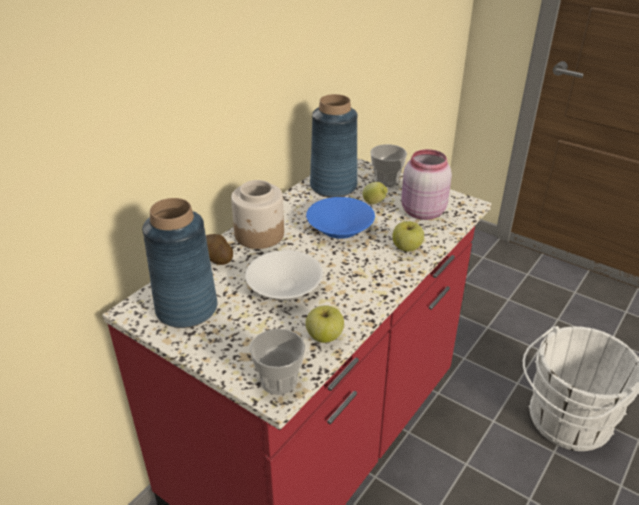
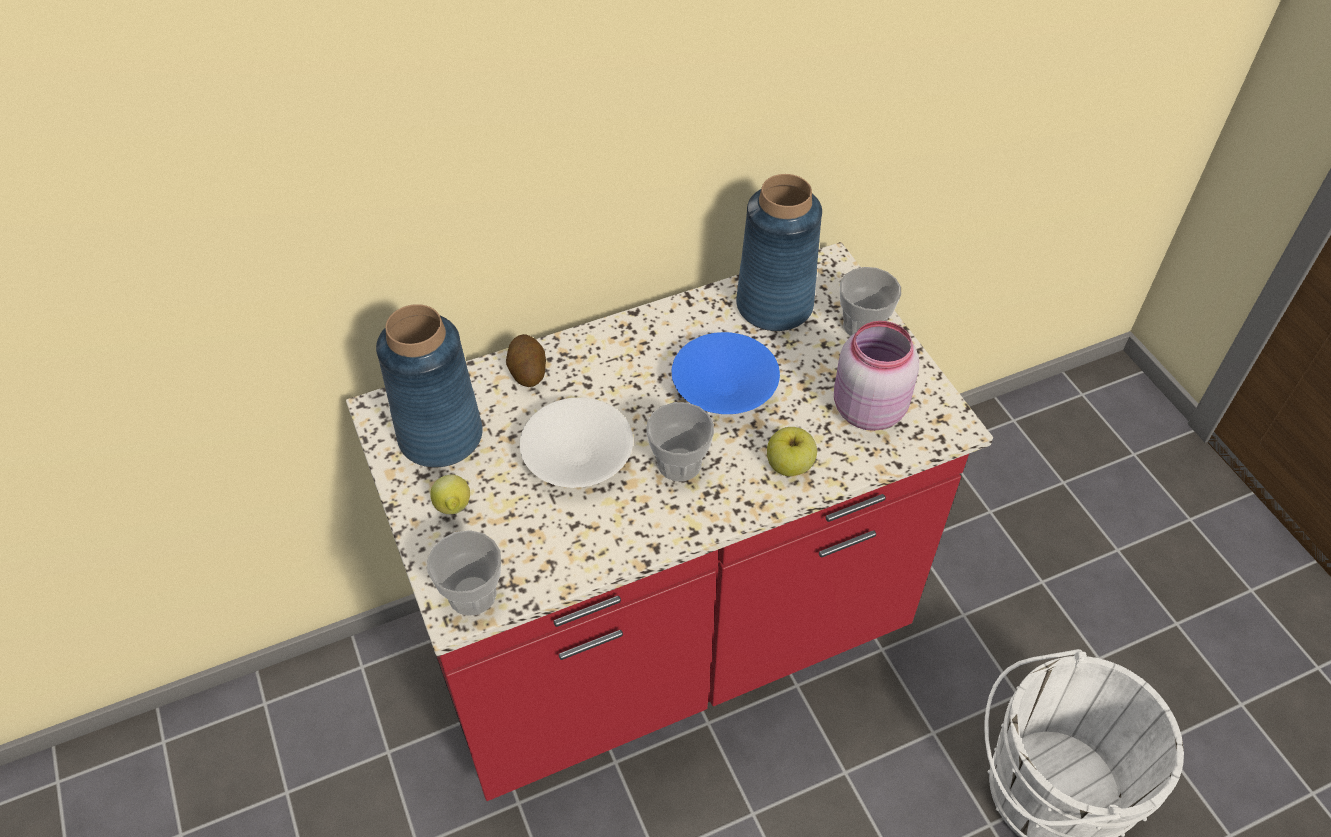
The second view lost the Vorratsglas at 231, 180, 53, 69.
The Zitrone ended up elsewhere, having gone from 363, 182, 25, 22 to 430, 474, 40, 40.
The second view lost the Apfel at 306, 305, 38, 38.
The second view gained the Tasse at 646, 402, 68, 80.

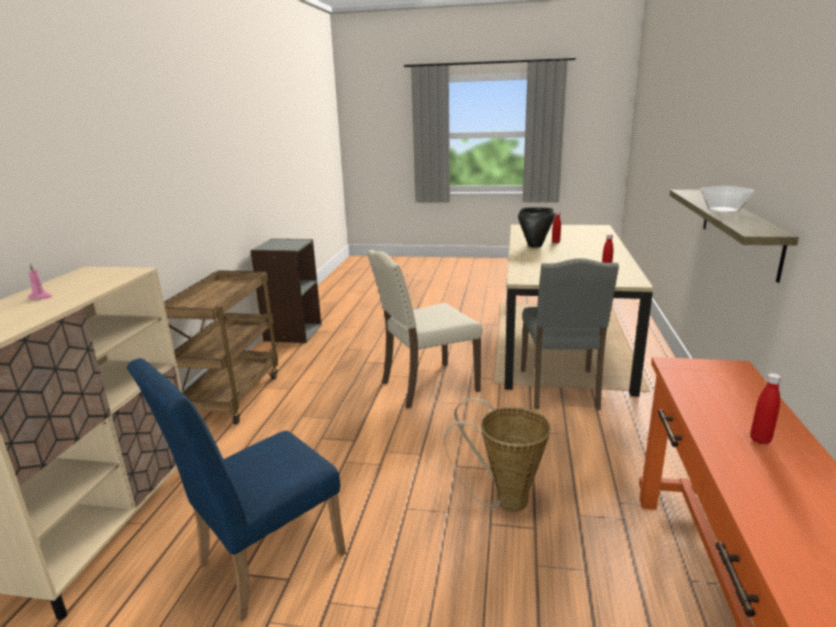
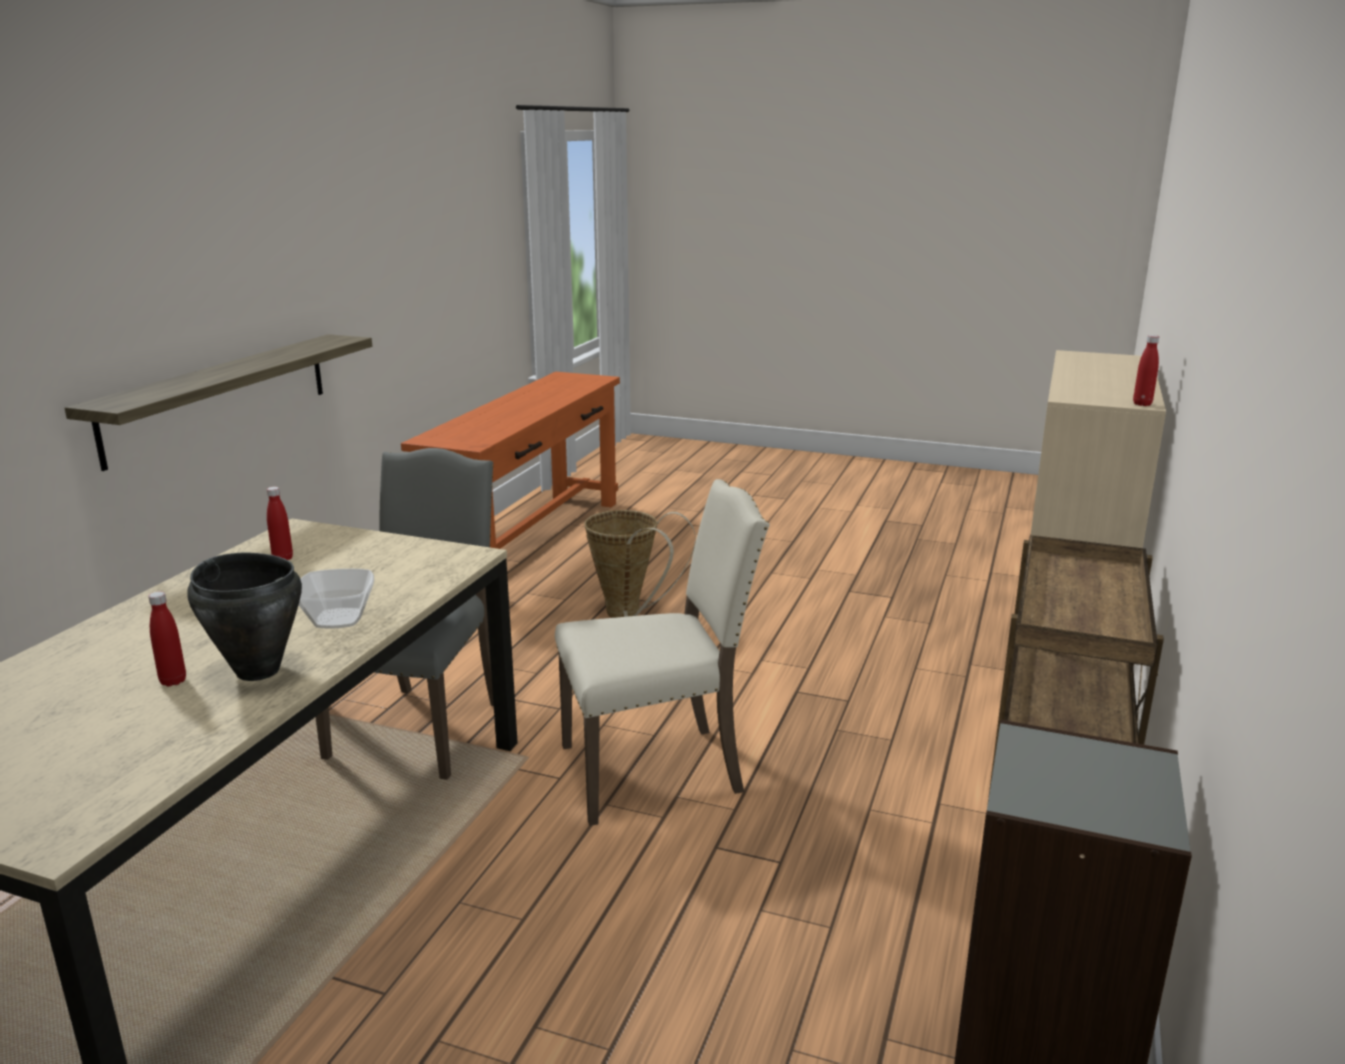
The Schüssel ended up elsewhere, having gone from 700, 186, 55, 27 to 299, 569, 75, 60.
The second view lost the Kerze [rosa] at 28, 263, 25, 37.
The second view lost the Stuhl [blau] at 127, 358, 219, 263.
The Flasche [rot] ended up elsewhere, having gone from 750, 373, 32, 71 to 1133, 335, 26, 71.

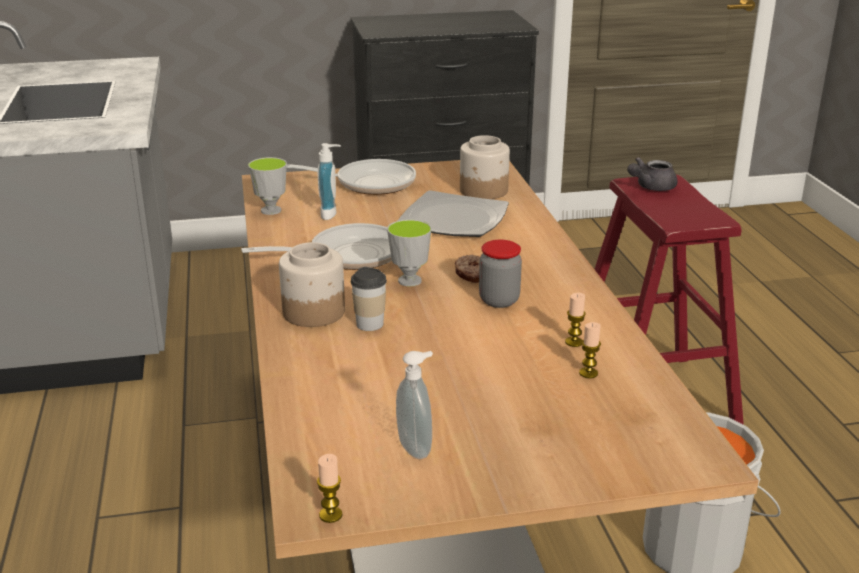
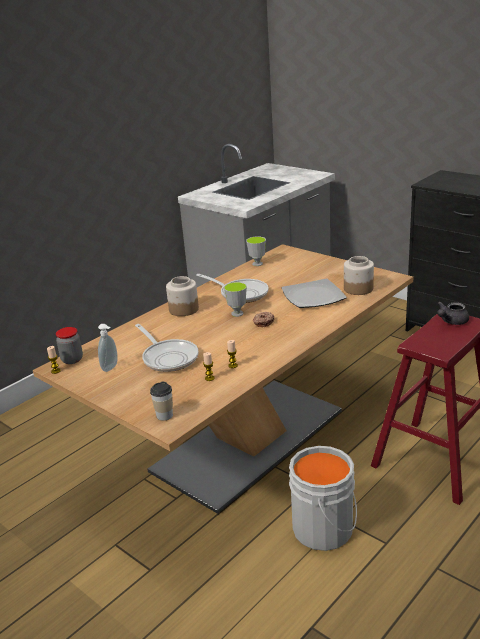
The second view lost the Seifenspender at 318, 143, 23, 77.
The Teekanne [grau] at 627, 157, 50, 34 ended up facing another way, 60 degrees counterclockwise from before.
The Pfanne ended up elsewhere, having gone from 287, 159, 129, 36 to 135, 324, 64, 48.
The Vorratsglas ended up elsewhere, having gone from 479, 240, 43, 68 to 56, 327, 27, 37.
The Tasse ended up elsewhere, having gone from 351, 267, 36, 64 to 150, 382, 23, 39.

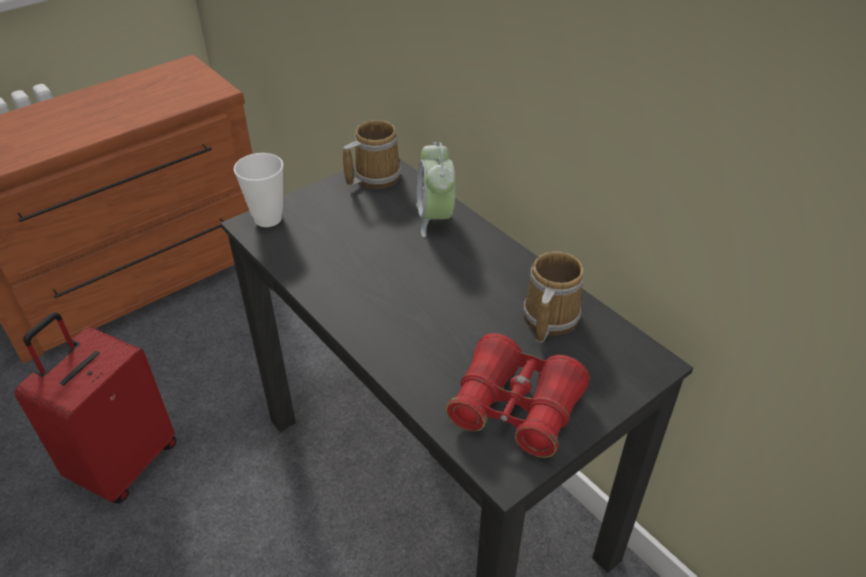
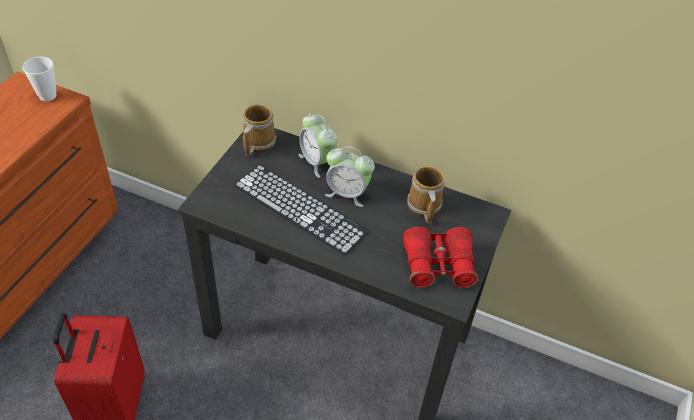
The Tasse ended up elsewhere, having gone from 234, 153, 50, 74 to 23, 57, 33, 44.
The second view gained the Wecker at 325, 146, 50, 61.
The second view gained the Tastatur at 234, 165, 134, 90.

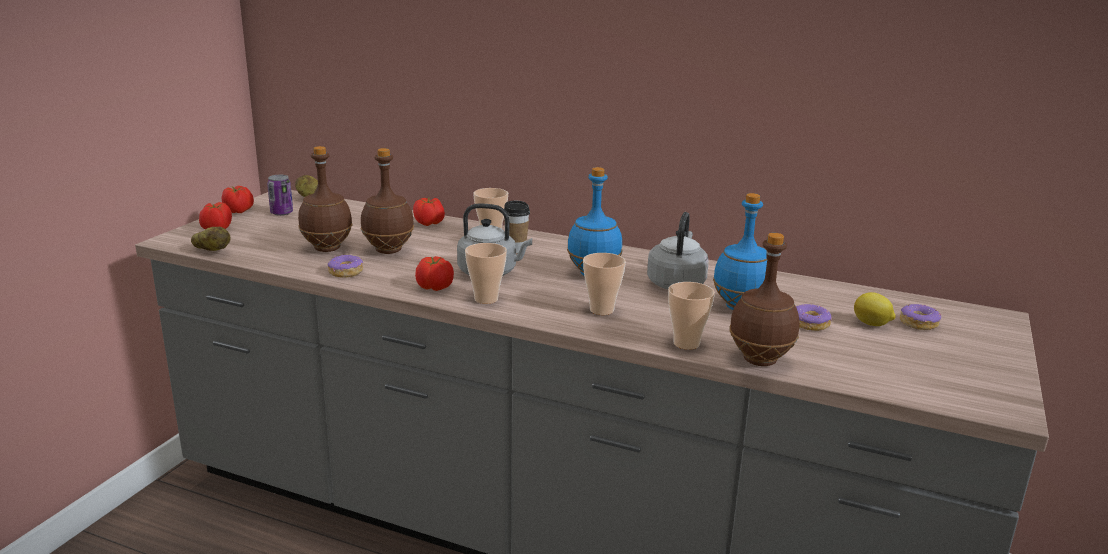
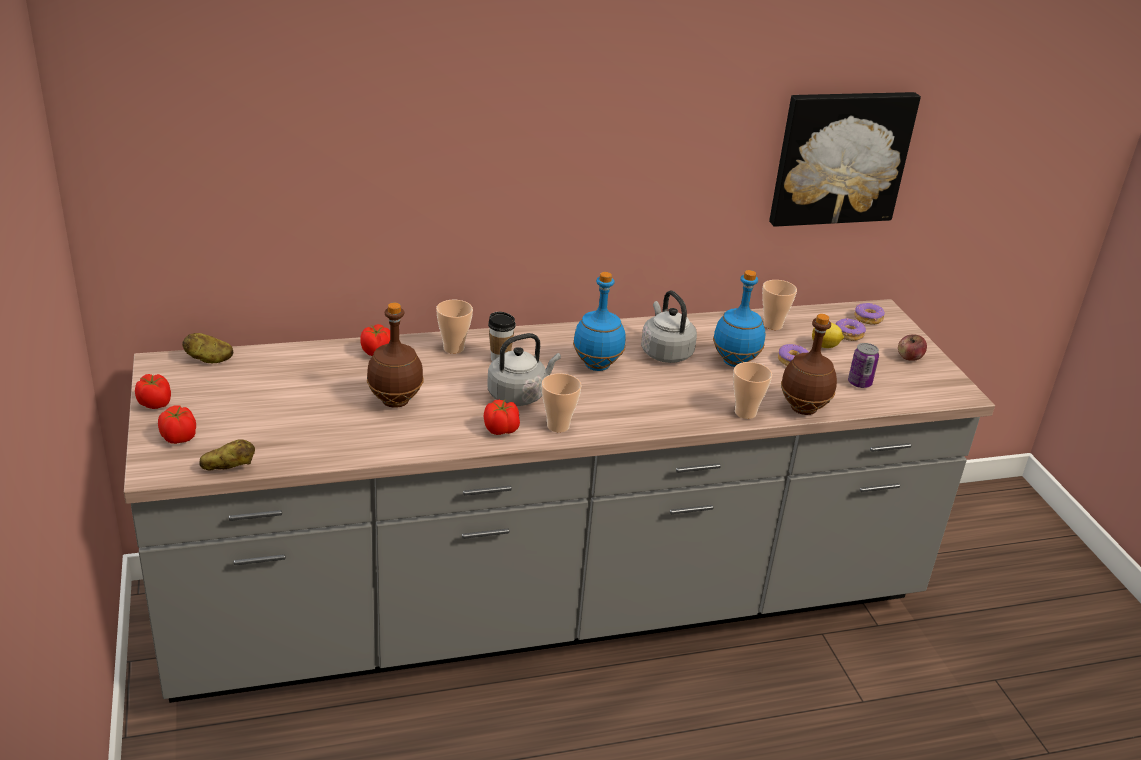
The second view lost the Flasche [braun] at 298, 146, 55, 106.
The Dose ended up elsewhere, having gone from 267, 175, 26, 41 to 848, 343, 31, 45.
The Tasse ended up elsewhere, having gone from 583, 253, 43, 62 to 762, 280, 35, 50.
The Donut ended up elsewhere, having gone from 328, 255, 35, 23 to 854, 303, 31, 22.
The second view gained the Bild at 769, 92, 152, 135.
The second view gained the Apfel at 898, 335, 29, 26.

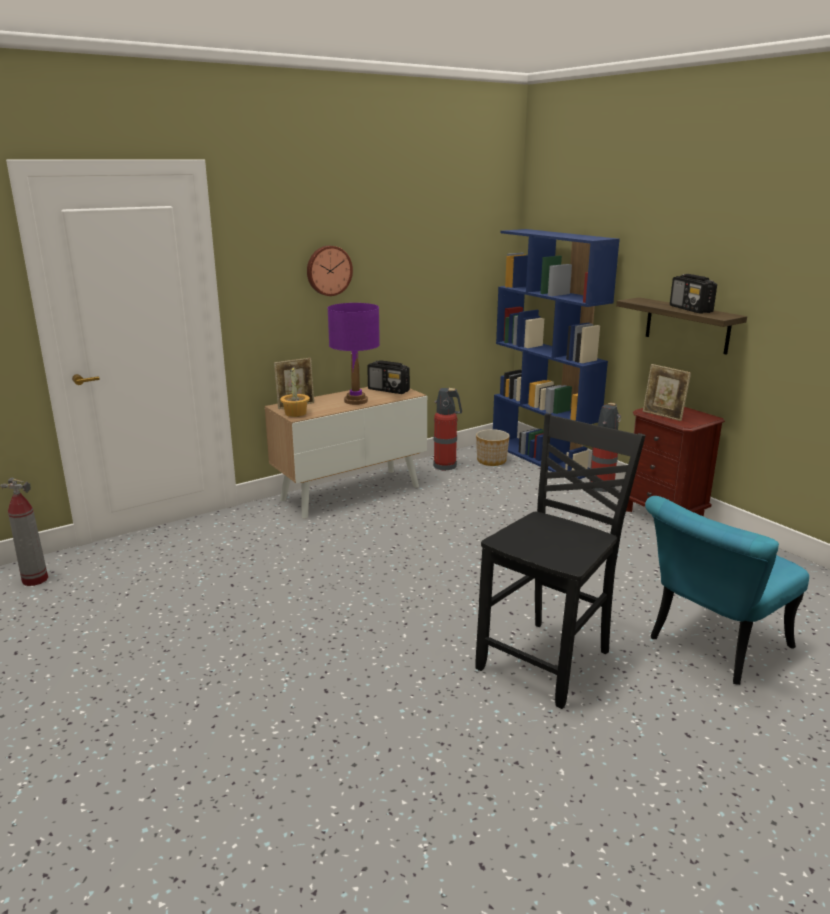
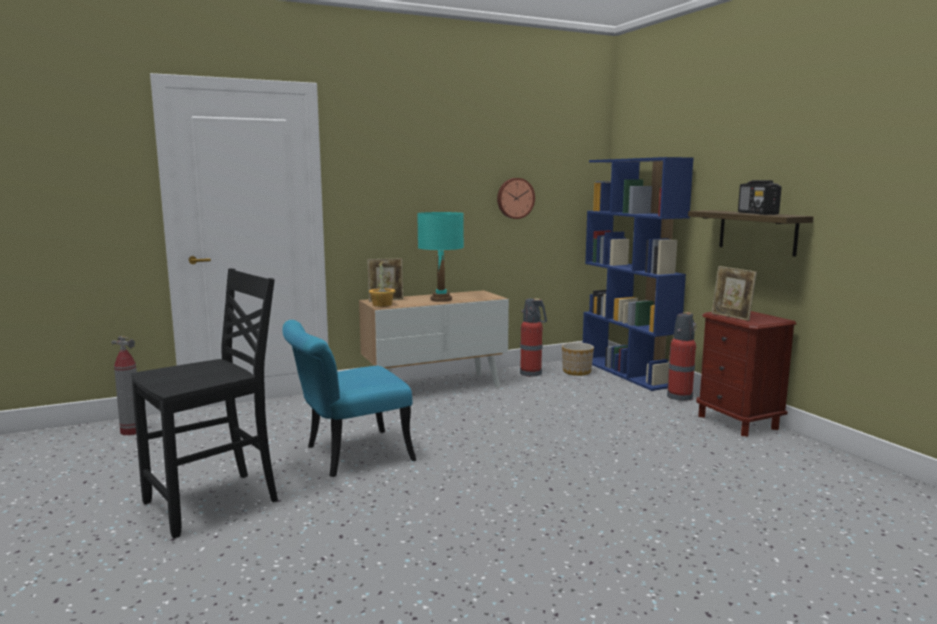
The Wanduhr ended up elsewhere, having gone from 307, 246, 46, 50 to 497, 178, 38, 41.
What was the Tischlampe [lila] at 327, 303, 53, 102 turned into the Tischlampe [türkis] at 417, 212, 47, 90.
The second view lost the Radio at 367, 360, 43, 34.
The Stuhl [schwarz] ended up elsewhere, having gone from 475, 413, 171, 296 to 131, 268, 147, 270.
The Stuhl [türkis] ended up elsewhere, having gone from 645, 496, 164, 189 to 283, 320, 133, 157.

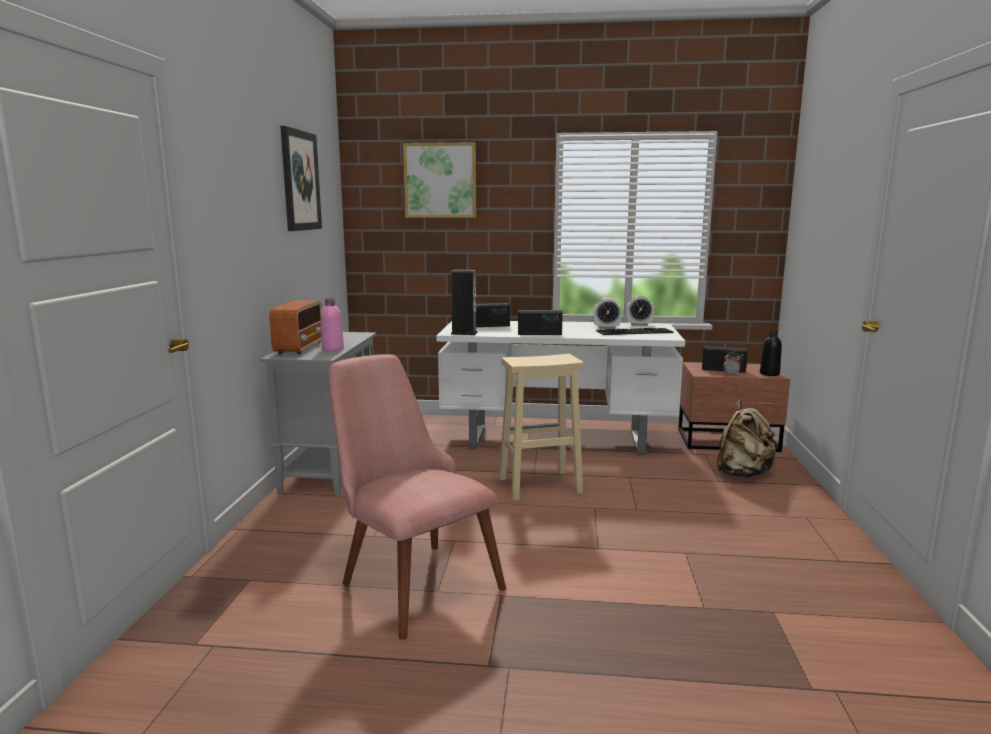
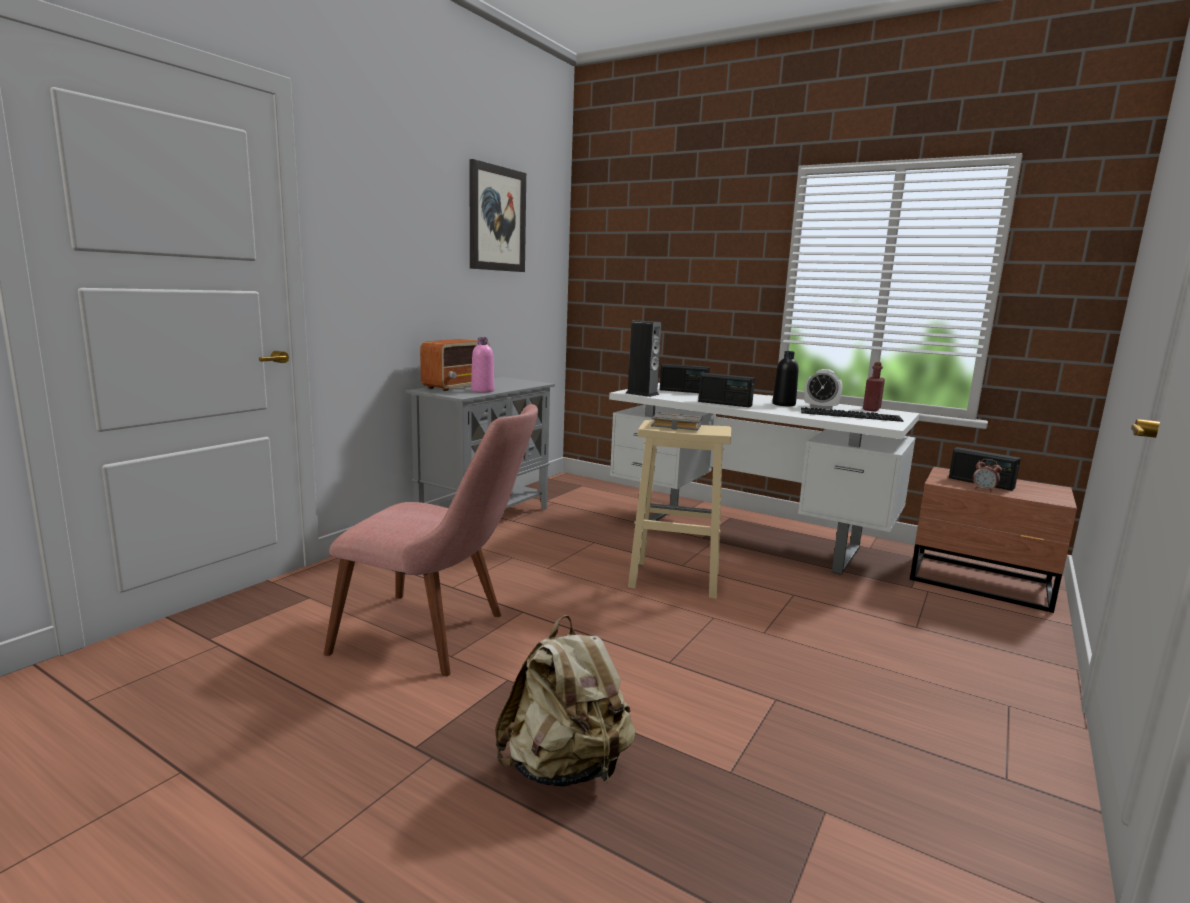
The second view lost the Bild at 403, 142, 73, 76.
Where the Wecker stood at 626, 295, 28, 31, the Flasche [rot] came to stand at 863, 362, 22, 50.
The Flasche [schwarz] ended up elsewhere, having gone from 760, 331, 22, 45 to 772, 351, 27, 55.
The Stuhl [rosa] at 329, 354, 177, 286 ended up facing another way, 120 degrees clockwise from before.
The Rucksack [beige] ended up elsewhere, having gone from 717, 400, 59, 78 to 495, 615, 141, 172.
The second view gained the Buch [grau] at 651, 413, 51, 17.

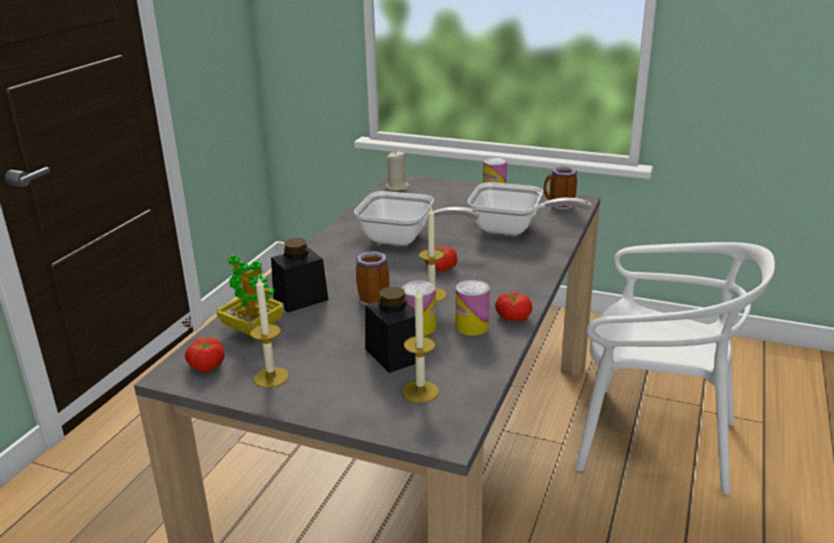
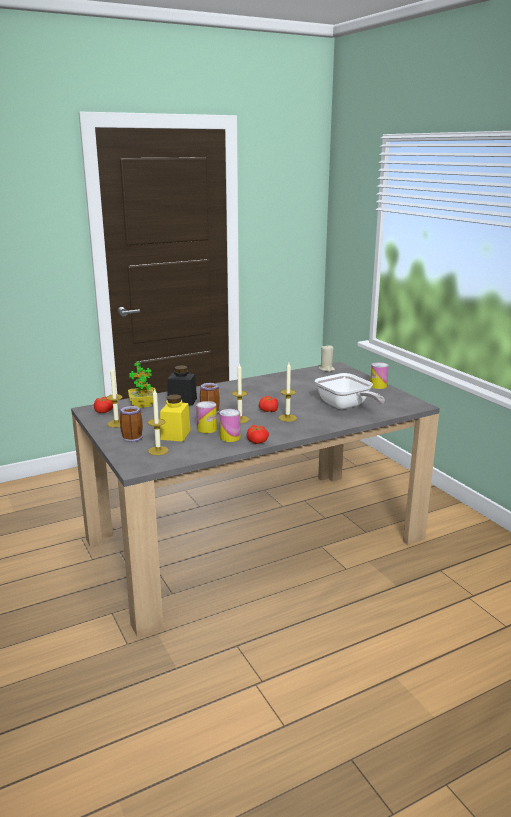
The Henkelbecher ended up elsewhere, having gone from 544, 166, 33, 44 to 120, 406, 23, 36.
The second view lost the Pfanne at 354, 191, 126, 54.
The second view lost the Stuhl [weiß] at 575, 242, 200, 253.
What was the Vorratsglas [schwarz] at 365, 287, 51, 86 turned into the Vorratsglas [gelb] at 160, 394, 31, 48.
The second view gained the Kerze at 279, 363, 18, 59.

